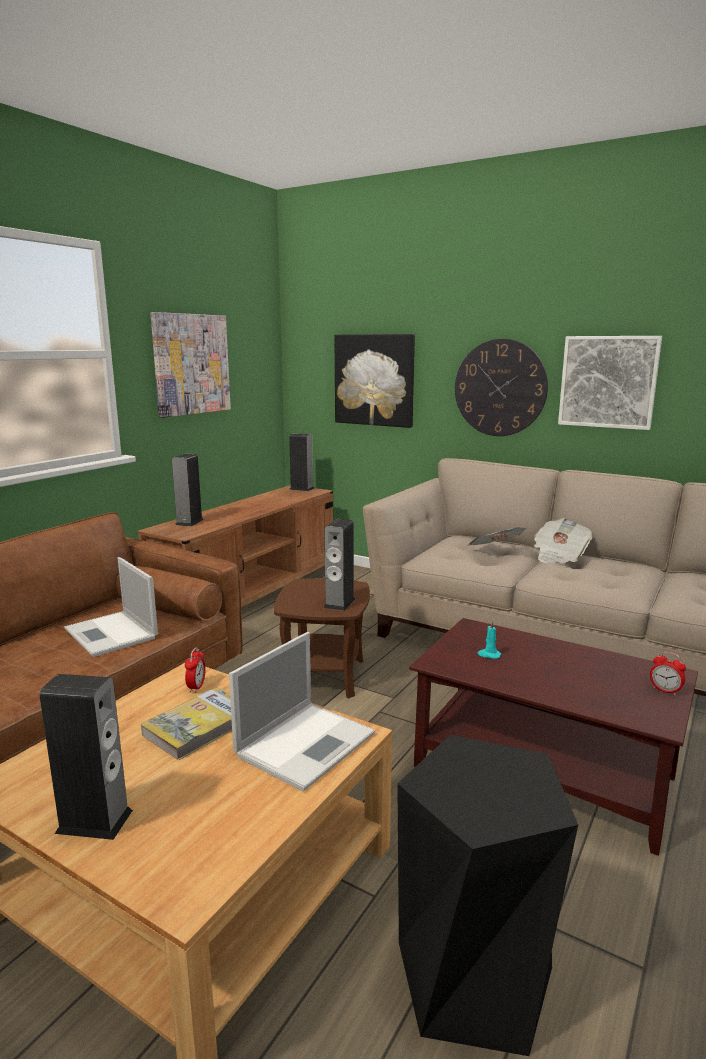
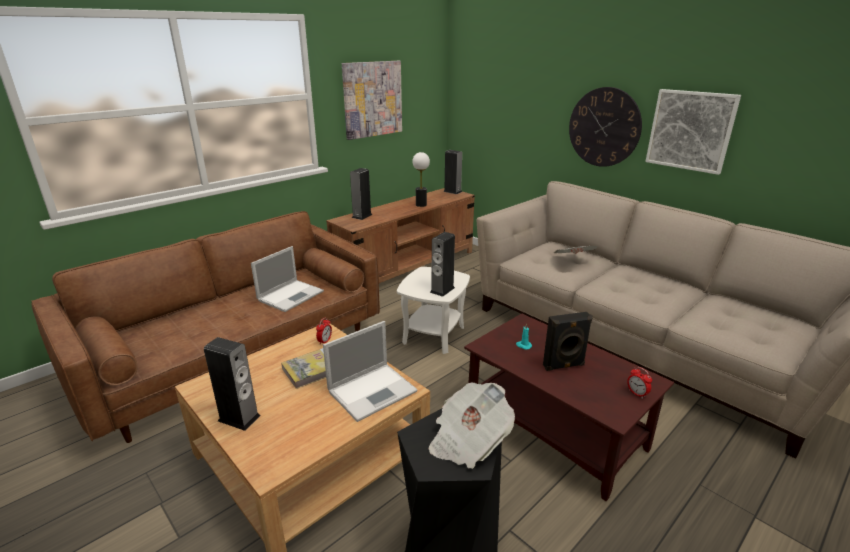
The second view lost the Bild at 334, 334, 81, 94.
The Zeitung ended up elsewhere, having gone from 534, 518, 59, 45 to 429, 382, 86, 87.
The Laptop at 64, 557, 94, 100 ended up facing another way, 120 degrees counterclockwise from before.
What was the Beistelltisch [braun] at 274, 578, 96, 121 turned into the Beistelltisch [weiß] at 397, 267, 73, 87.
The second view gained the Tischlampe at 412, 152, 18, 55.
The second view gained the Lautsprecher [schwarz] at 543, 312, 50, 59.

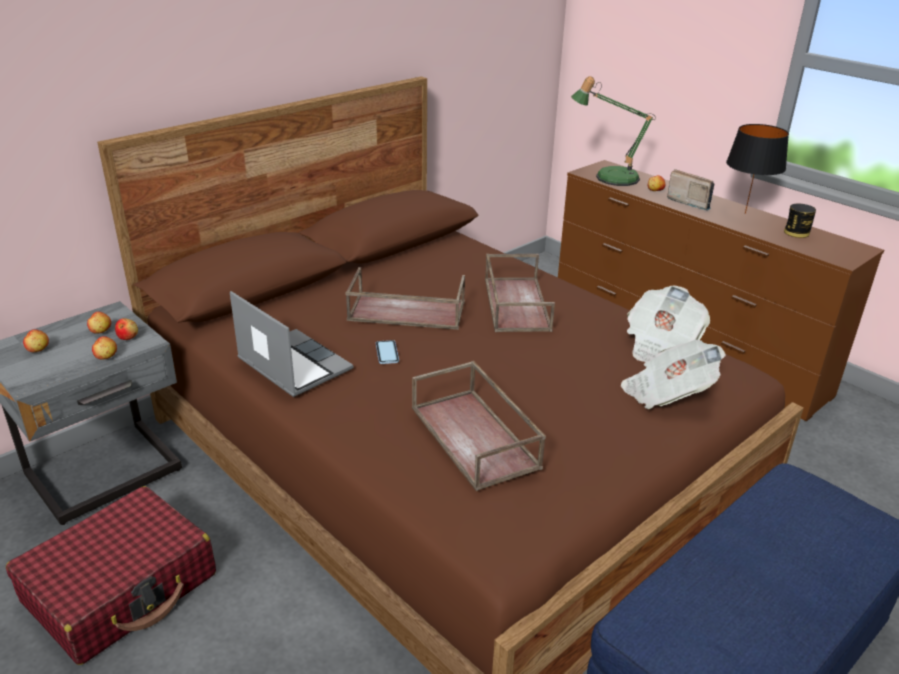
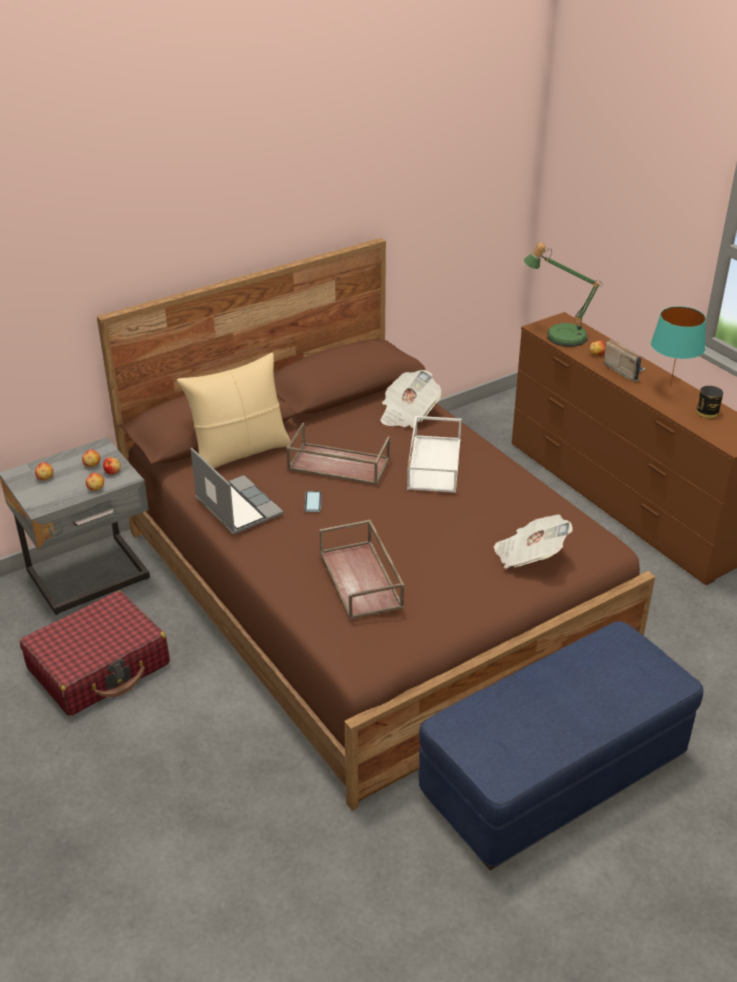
What was the Tischlampe [schwarz] at 726, 124, 63, 90 turned into the Tischlampe [türkis] at 651, 306, 55, 81.
What was the Tablett [braun] at 485, 254, 70, 78 turned into the Tablett [weiß] at 407, 416, 55, 77.
The Zeitung ended up elsewhere, having gone from 627, 285, 83, 77 to 380, 370, 61, 58.
The second view gained the Kissen [beige] at 177, 352, 114, 116.

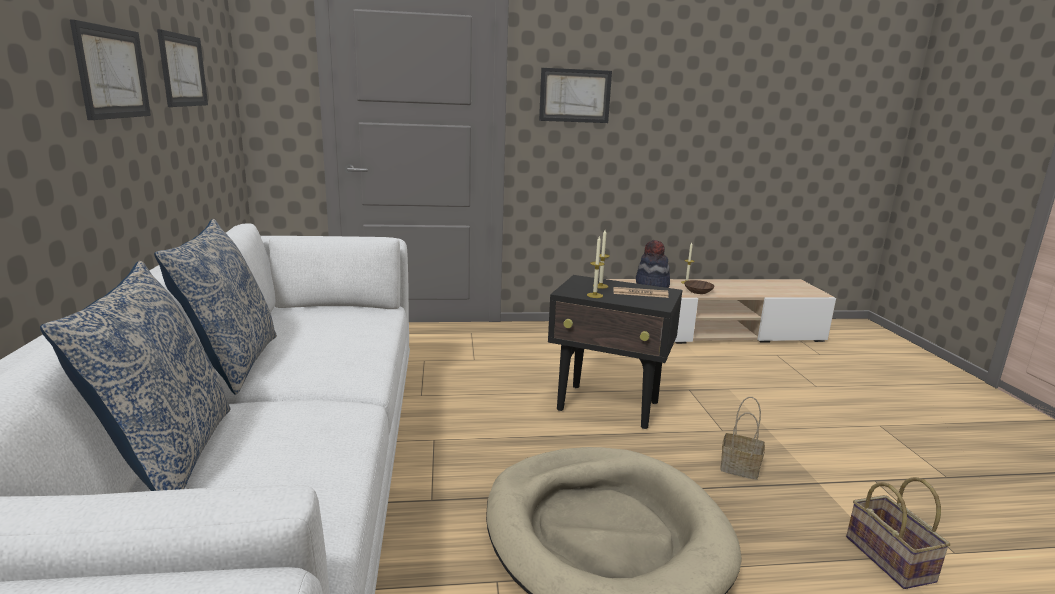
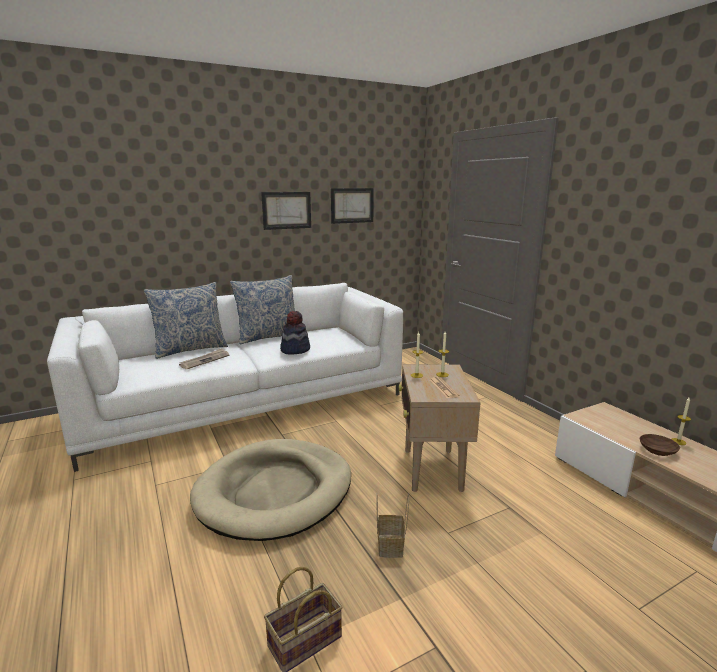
The second view lost the Bild at 539, 68, 73, 55.
The Hut ended up elsewhere, having gone from 636, 240, 34, 48 to 280, 311, 30, 44.
What was the Beistelltisch [schwarz] at 548, 275, 134, 154 turned into the Beistelltisch [beige] at 399, 364, 82, 128.
The second view gained the Zeitung at 179, 348, 51, 22.

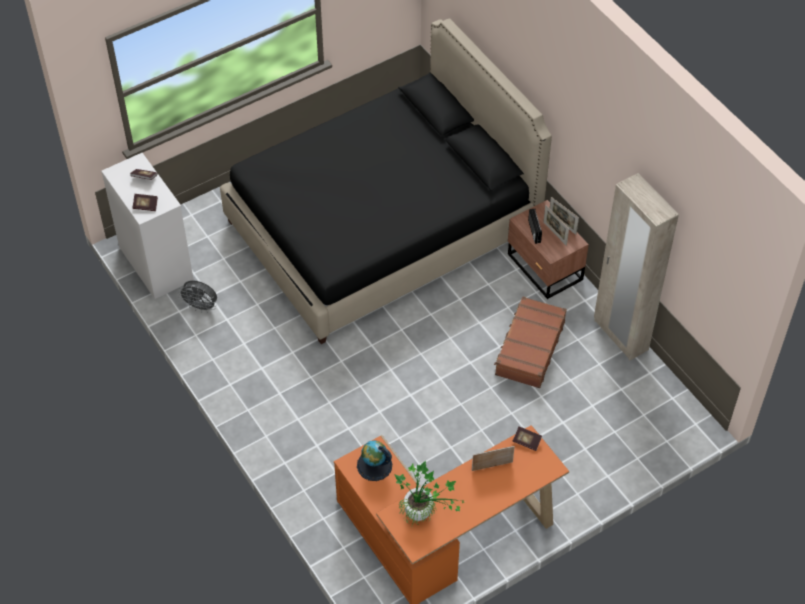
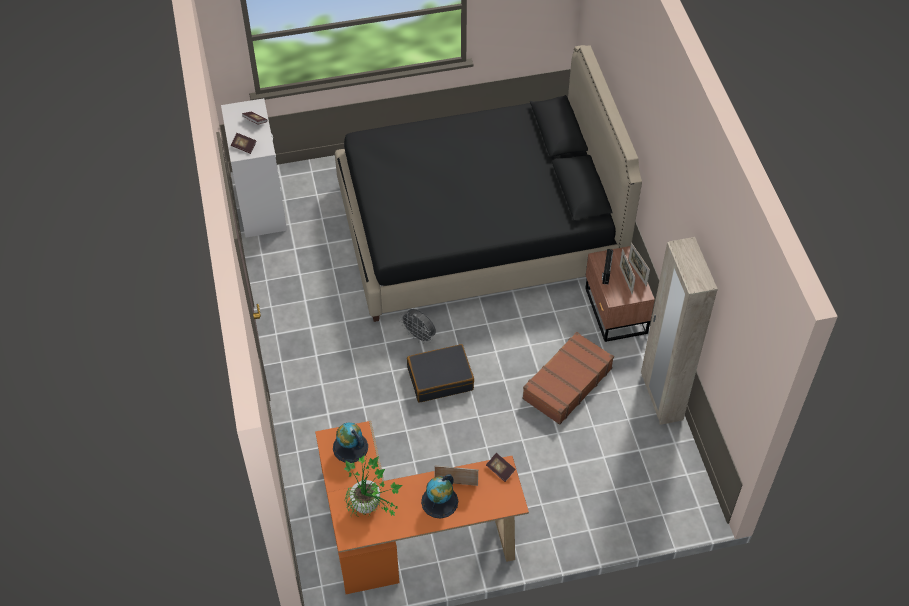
The Ventilator [grau] ended up elsewhere, having gone from 178, 280, 39, 33 to 400, 309, 36, 35.
The second view gained the Koffer [schwarz] at 407, 344, 67, 59.
The second view gained the Globus at 421, 474, 37, 45.

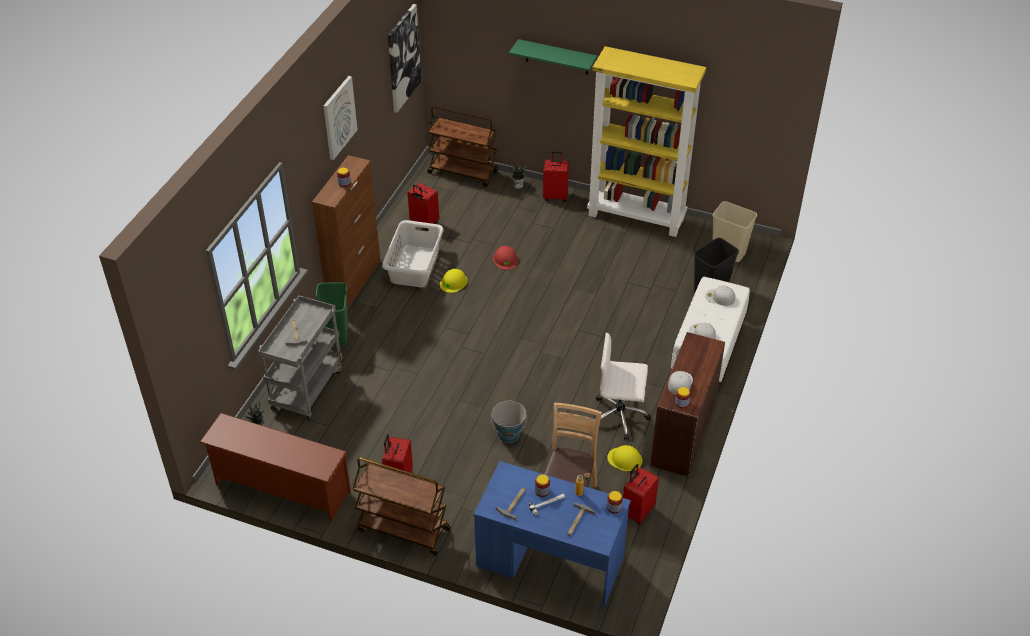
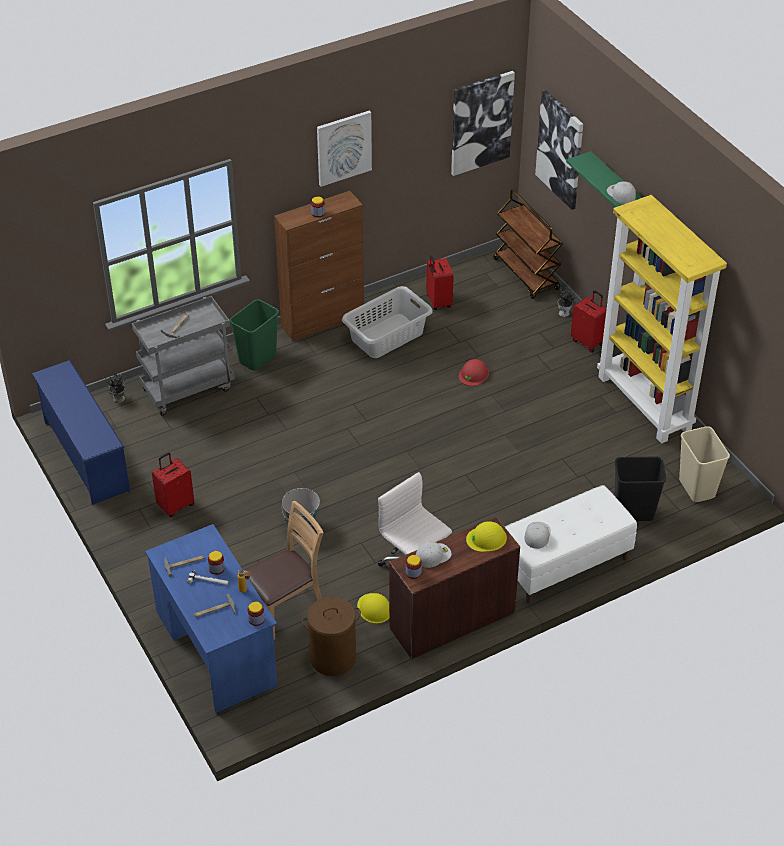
The Schutzhelm [gelb] ended up elsewhere, having gone from 440, 269, 28, 24 to 466, 521, 41, 31.
The Kappe [weiß] ended up elsewhere, having gone from 705, 286, 30, 20 to 607, 181, 29, 23.
What was the Schuhregal [braun] at 199, 413, 152, 108 turned into the Schuhregal [blau] at 32, 360, 98, 145.
The second view lost the Rollwagen [braun] at 352, 457, 99, 99.
Where the Koffer [rot] stood at 623, 464, 36, 61, the Wäschekorb [braun] came to stand at 302, 597, 59, 79.
The second view gained the Bild at 535, 90, 48, 120.

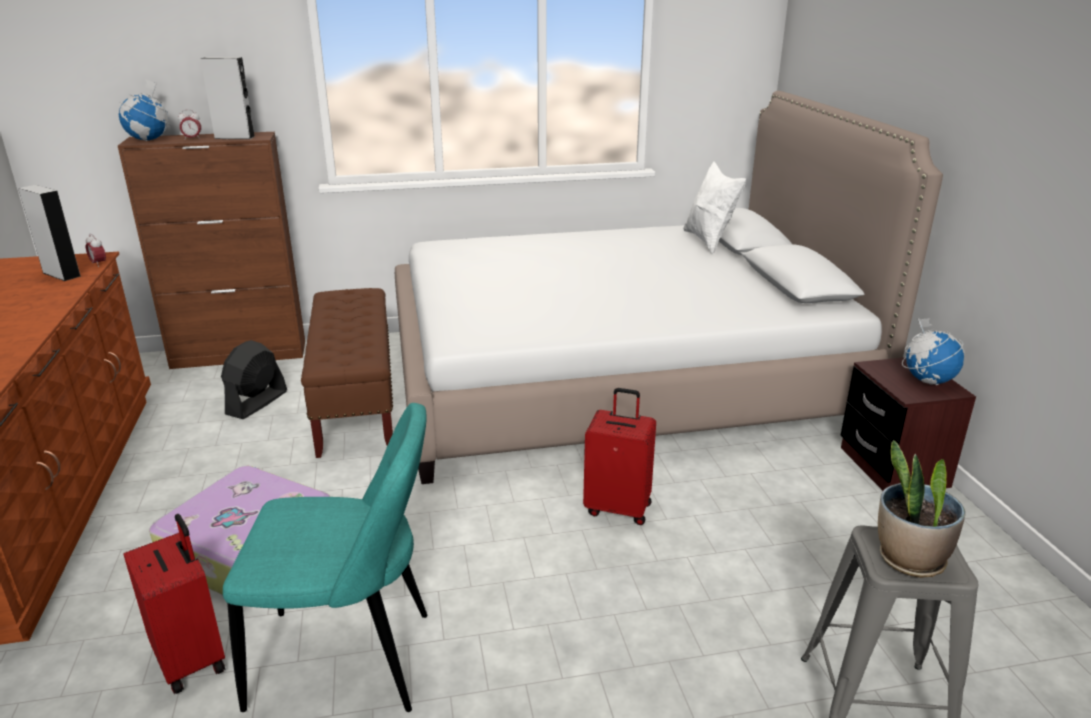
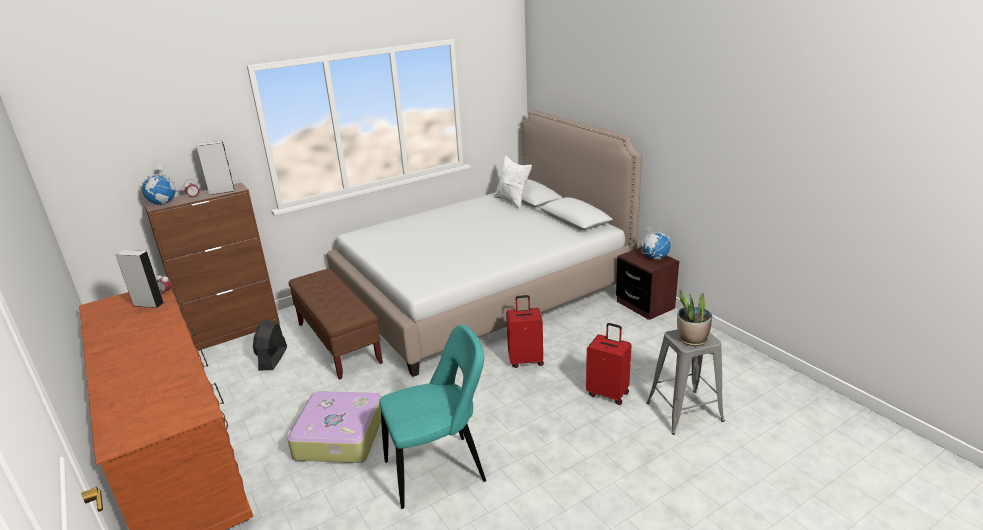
The Koffer [rot] ended up elsewhere, having gone from 123, 514, 102, 180 to 586, 323, 46, 82.

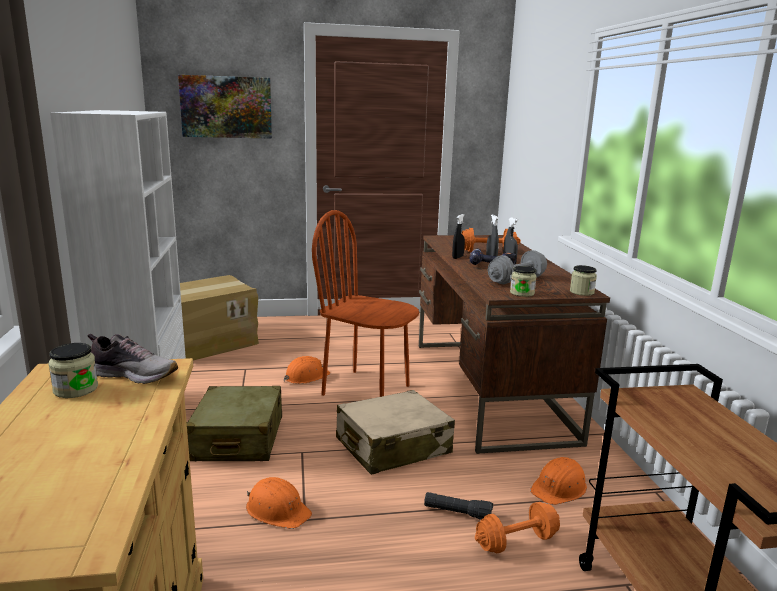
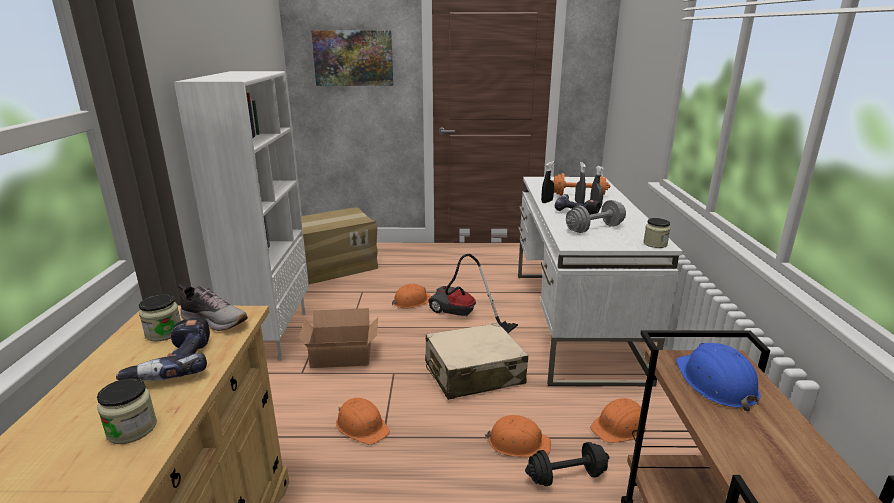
Where the Stuhl [braun] stood at 312, 210, 107, 187, the Staubsauger came to stand at 428, 254, 90, 79.
What was the Schreibtisch [braun] at 419, 235, 191, 219 turned into the Schreibtisch [weiß] at 518, 177, 164, 209.
The Vorratsglas ended up elsewhere, having gone from 510, 266, 27, 31 to 97, 378, 60, 66.
Where the Koffer [beige] stood at 187, 386, 95, 75, the Karton came to stand at 299, 308, 79, 60.
Where the Taschenlampe [schwarz] stood at 424, 492, 69, 28, the Schutzhelm [orange] came to stand at 485, 415, 66, 42.
What was the Hantel [orange] at 475, 502, 85, 51 turned into the Hantel [schwarz] at 525, 442, 84, 44.
The second view gained the Bohrmaschine at 116, 318, 94, 63.
The second view gained the Schutzhelm [blau] at 676, 343, 84, 68.

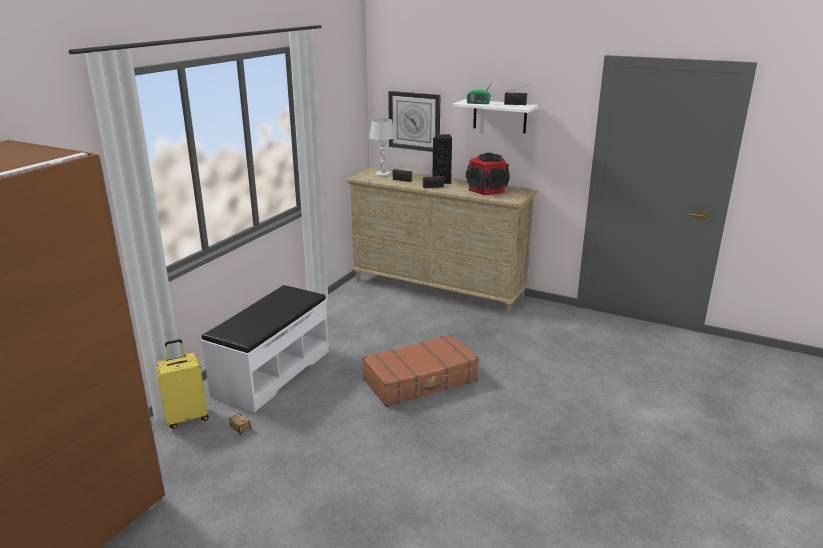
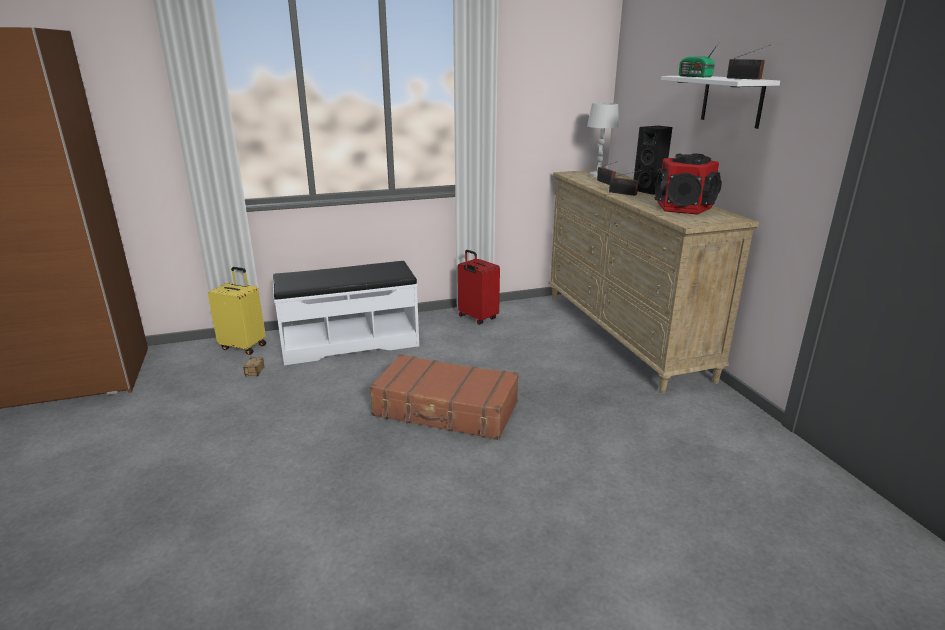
The second view lost the Wanduhr at 388, 91, 52, 61.
The second view gained the Koffer [rot] at 458, 250, 42, 74.

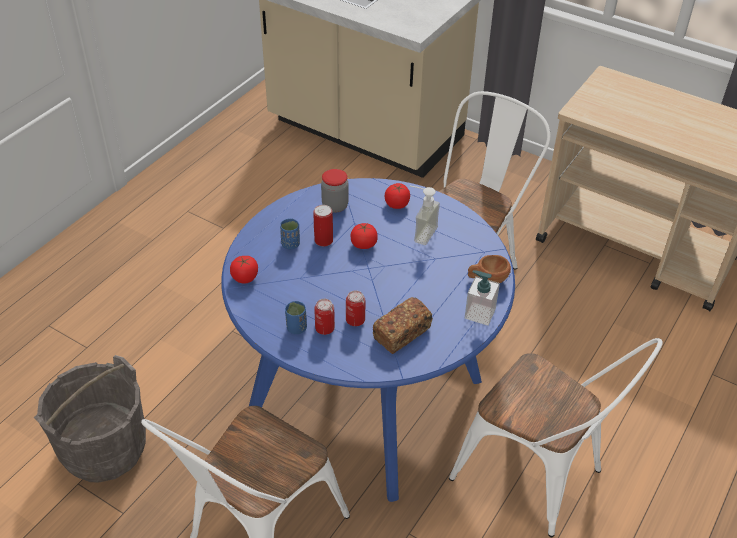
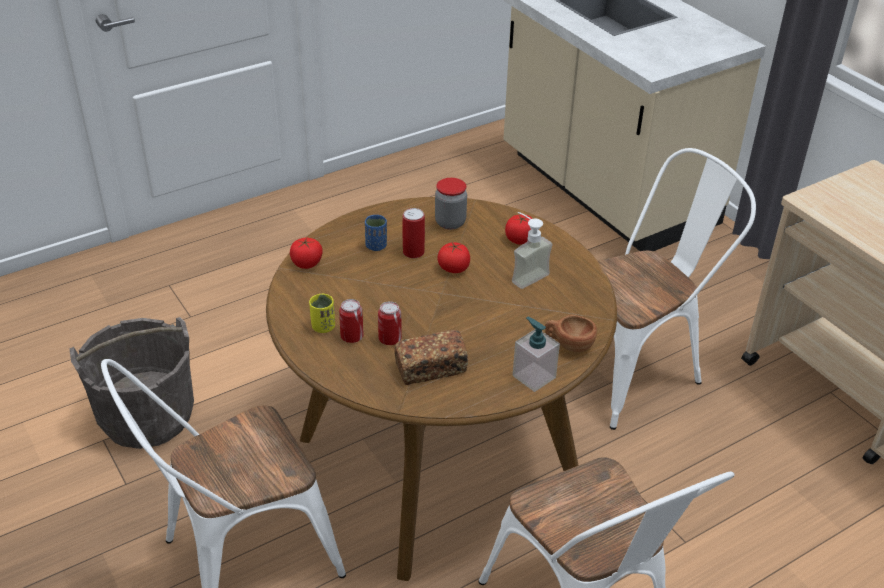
What was the Esstisch [blau] at 221, 178, 294, 324 turned into the Esstisch [braun] at 266, 197, 351, 384.
What was the Tasse [blau] at 285, 301, 22, 33 turned into the Tasse [gelb] at 309, 294, 26, 39.

